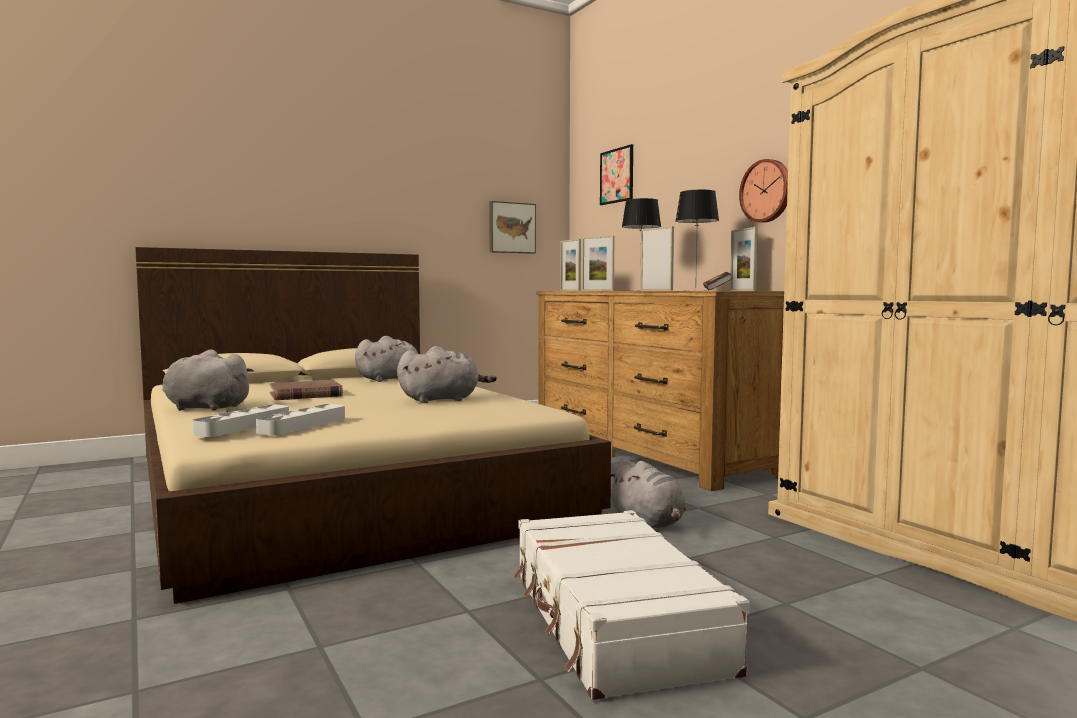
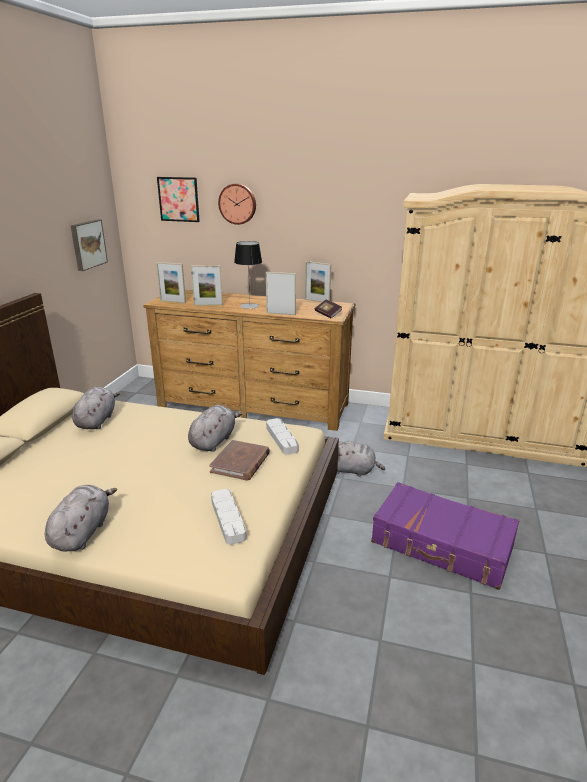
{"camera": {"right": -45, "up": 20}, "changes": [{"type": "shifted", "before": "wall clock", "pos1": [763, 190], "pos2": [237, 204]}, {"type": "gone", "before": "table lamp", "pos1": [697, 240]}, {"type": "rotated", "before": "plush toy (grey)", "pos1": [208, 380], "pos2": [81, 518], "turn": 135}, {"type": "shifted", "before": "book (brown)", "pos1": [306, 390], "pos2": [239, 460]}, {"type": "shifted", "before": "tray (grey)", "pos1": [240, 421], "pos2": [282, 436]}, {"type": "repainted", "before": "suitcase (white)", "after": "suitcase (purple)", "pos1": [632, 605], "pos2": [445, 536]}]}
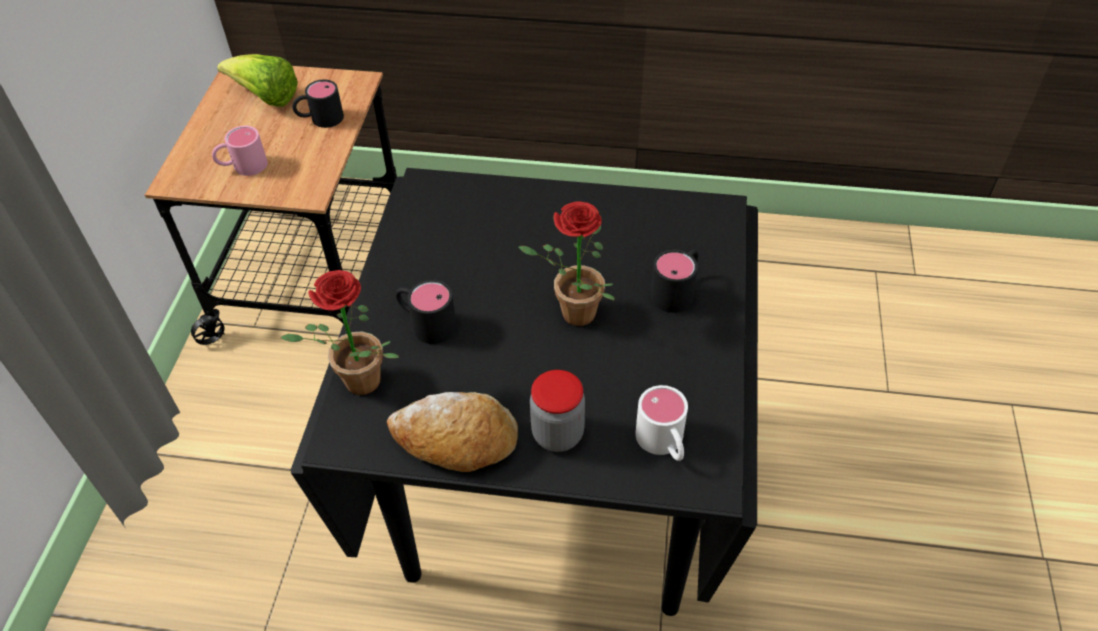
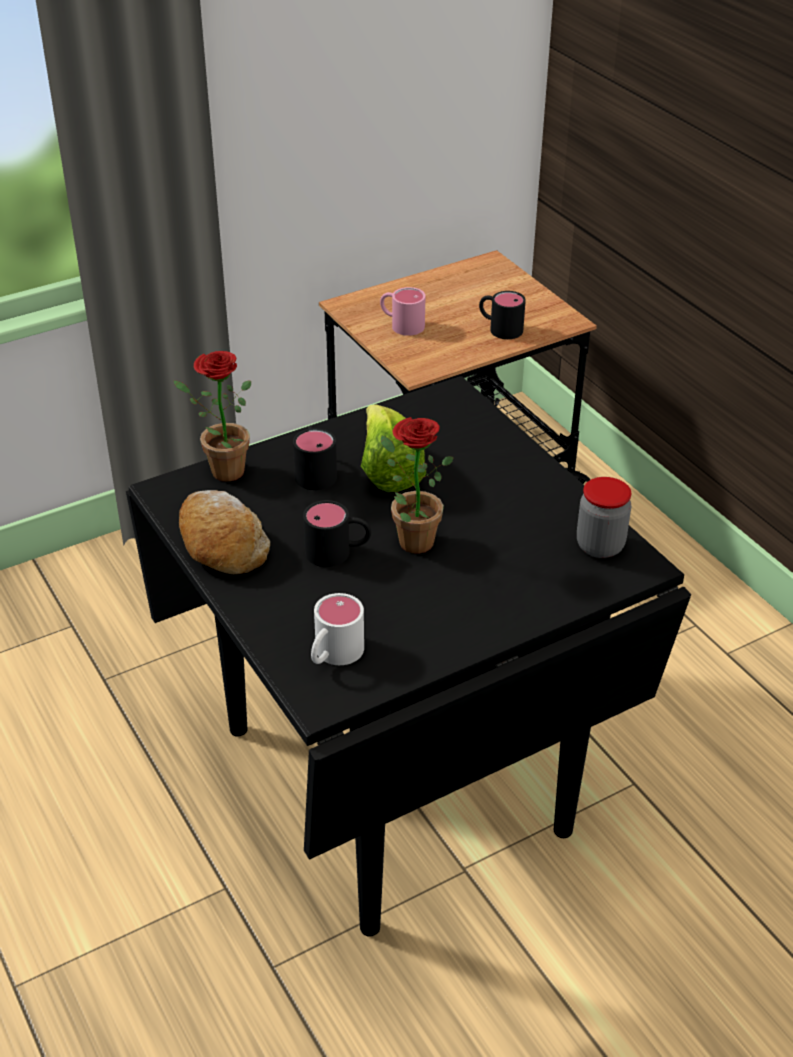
{"camera": {"right": 50, "up": -10}, "changes": [{"type": "shifted", "before": "lettuce", "pos1": [257, 80], "pos2": [393, 448]}, {"type": "shifted", "before": "mug (black)", "pos1": [675, 281], "pos2": [337, 533]}, {"type": "shifted", "before": "jar", "pos1": [557, 411], "pos2": [604, 517]}]}
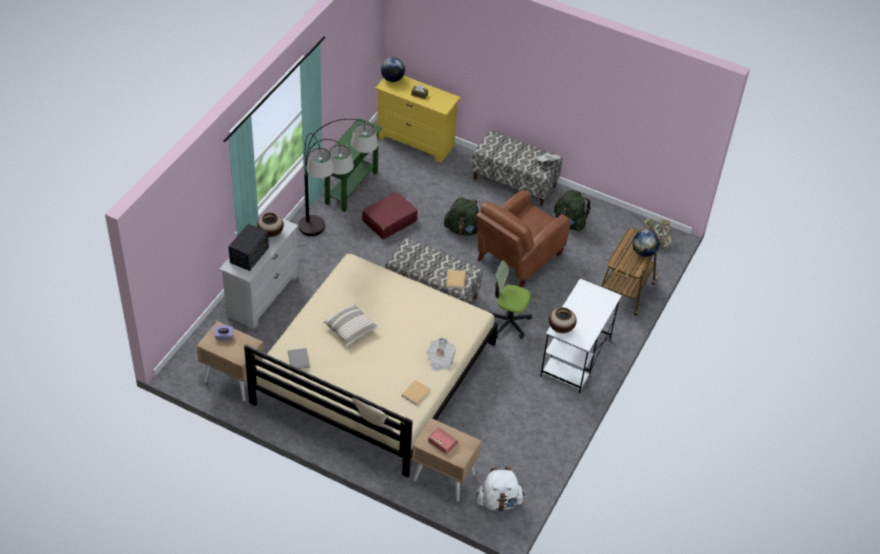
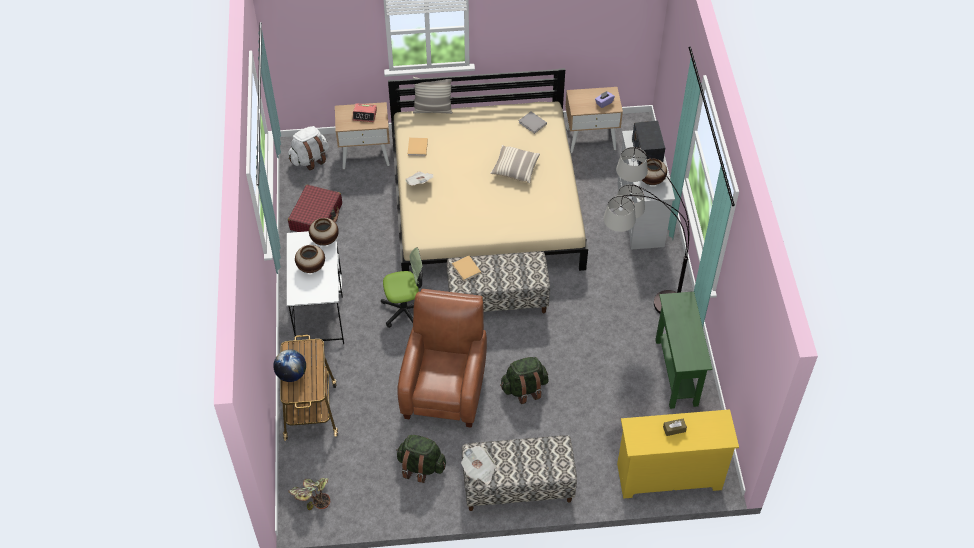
{"camera": {"right": 150, "up": 5}, "changes": [{"type": "gone", "before": "globe", "pos1": [393, 70]}, {"type": "shifted", "before": "suitcase (red)", "pos1": [390, 215], "pos2": [315, 208]}, {"type": "new", "after": "vase", "pos2": [310, 259]}]}
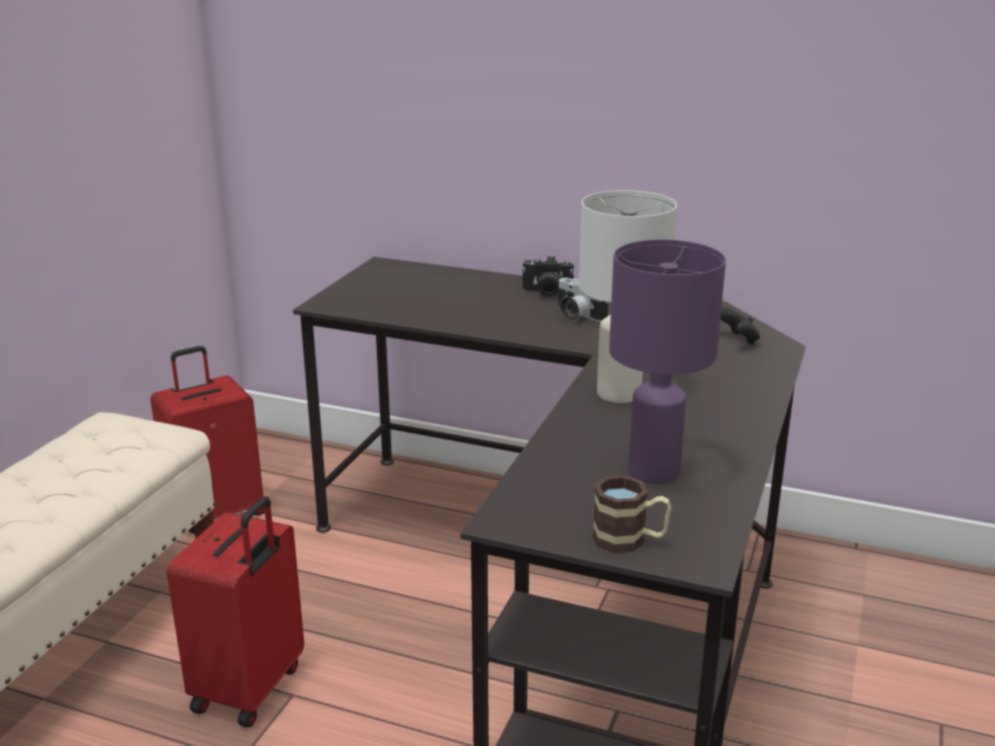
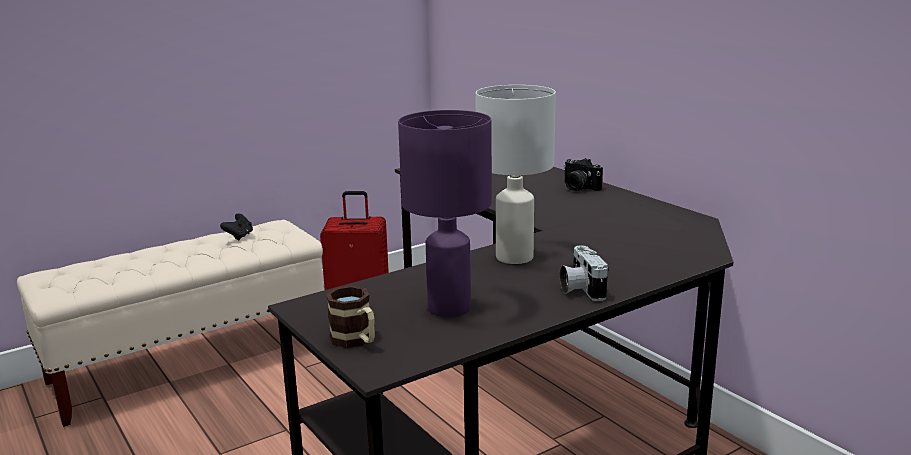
{"camera": {"right": 35, "up": -5}, "changes": [{"type": "shifted", "before": "photo camera", "pos1": [583, 300], "pos2": [584, 273]}, {"type": "shifted", "before": "game controller (black)", "pos1": [740, 326], "pos2": [236, 227]}, {"type": "gone", "before": "suitcase (red)", "pos1": [235, 611]}]}
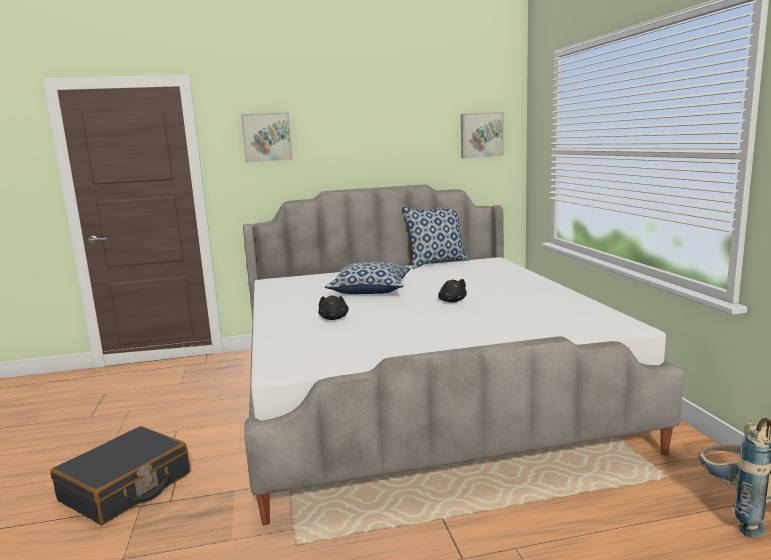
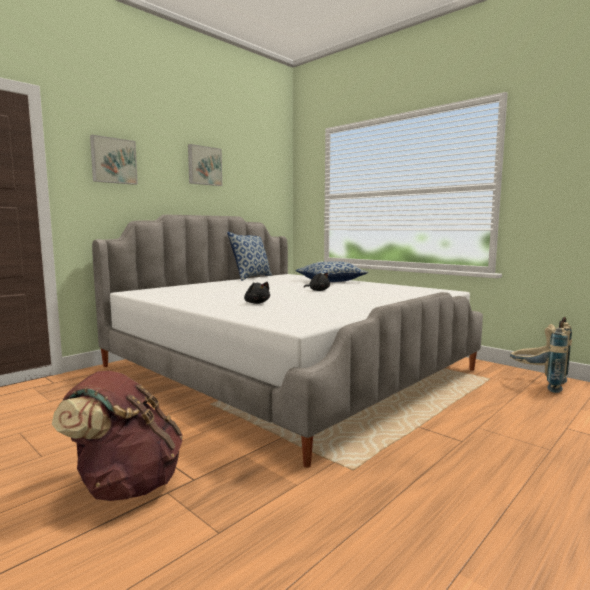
{"camera": {"right": -35, "up": -5}, "changes": [{"type": "shifted", "before": "picture", "pos1": [482, 135], "pos2": [205, 165]}, {"type": "shifted", "before": "pillow", "pos1": [368, 278], "pos2": [331, 271]}, {"type": "swapped", "before": "suitcase (black)", "after": "backpack (brown)", "pos1": [120, 475], "pos2": [117, 436]}]}
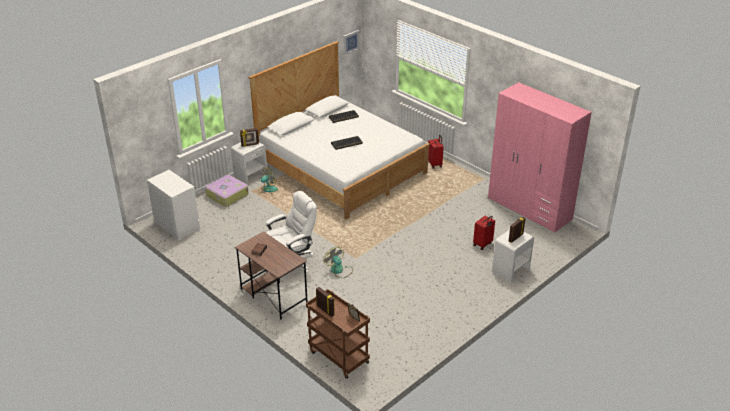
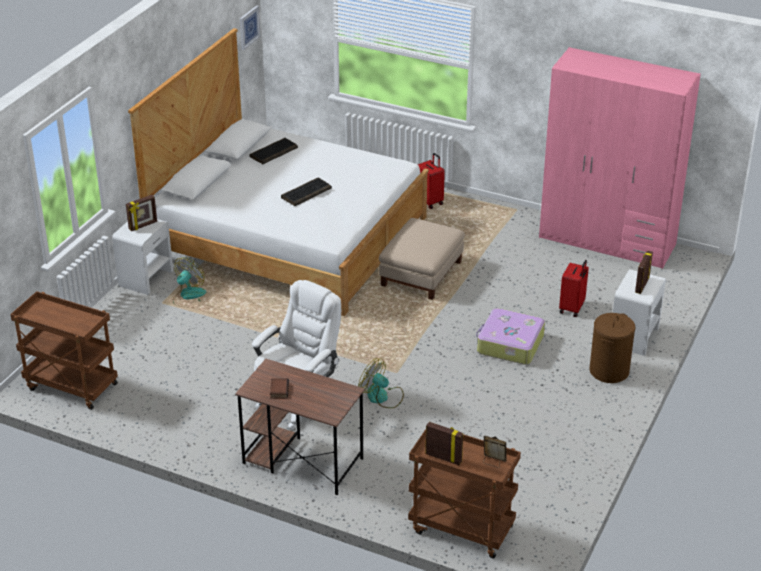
{"camera": {"right": -20, "up": 0}, "changes": [{"type": "swapped", "before": "dresser (white)", "after": "cart (brown)", "pos1": [173, 205], "pos2": [64, 350]}, {"type": "shifted", "before": "suitcase", "pos1": [227, 191], "pos2": [510, 336]}, {"type": "new", "after": "ottoman (beige)", "pos2": [422, 259]}, {"type": "new", "after": "laundry basket (brown)", "pos2": [612, 348]}]}
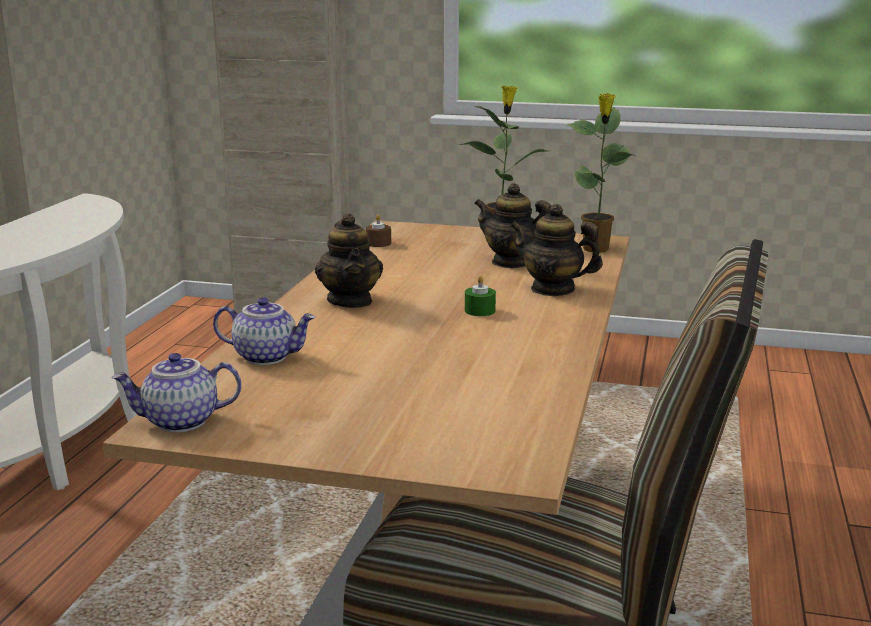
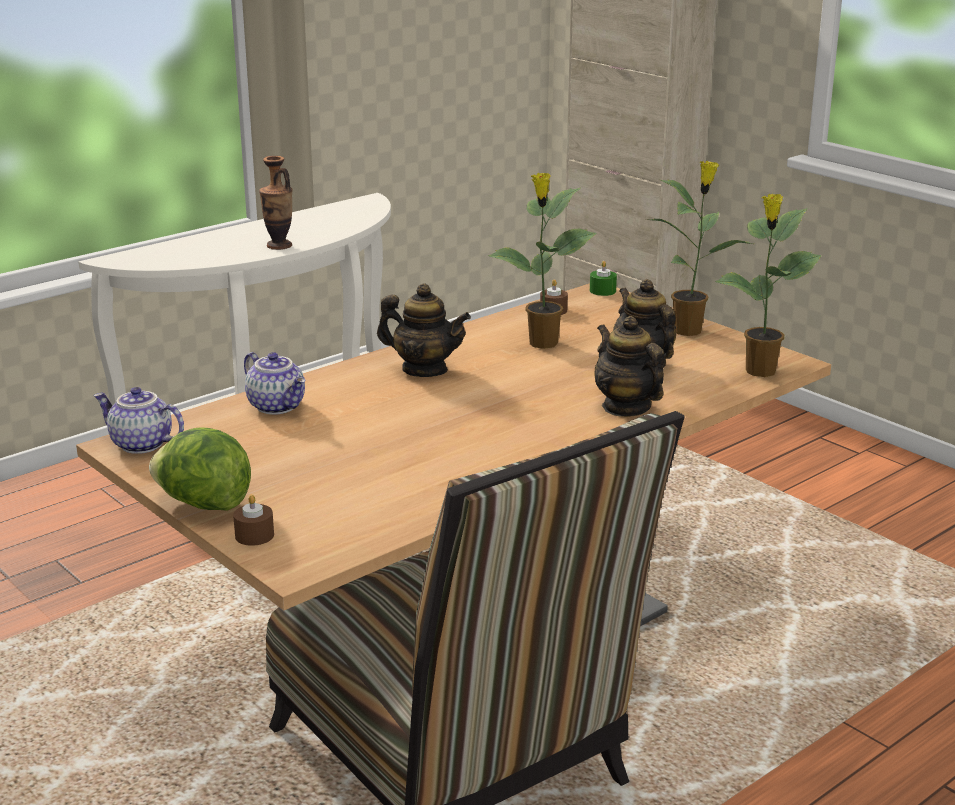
{"camera": {"right": 35, "up": 5}, "changes": [{"type": "rotated", "before": "teapot", "pos1": [349, 260], "pos2": [424, 330], "turn": -90}, {"type": "shifted", "before": "candle (green)", "pos1": [480, 295], "pos2": [603, 278]}, {"type": "new", "after": "vase", "pos2": [276, 203]}, {"type": "new", "after": "potted plant", "pos2": [542, 261]}, {"type": "new", "after": "lettuce", "pos2": [200, 469]}, {"type": "new", "after": "candle (brown)", "pos2": [253, 520]}]}
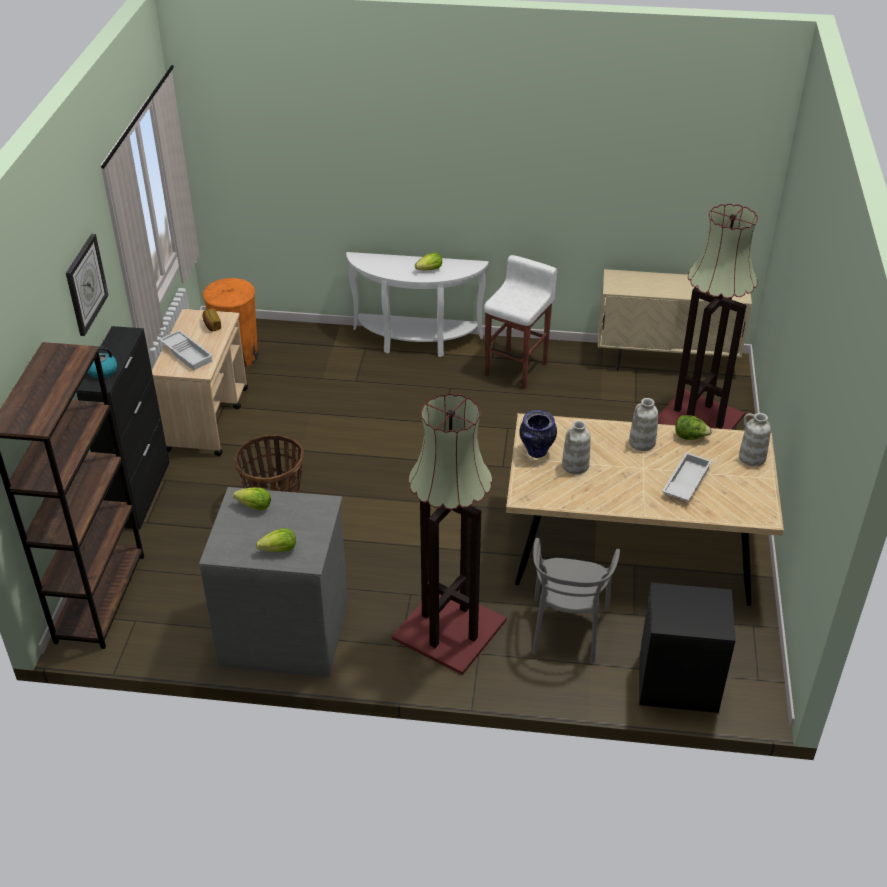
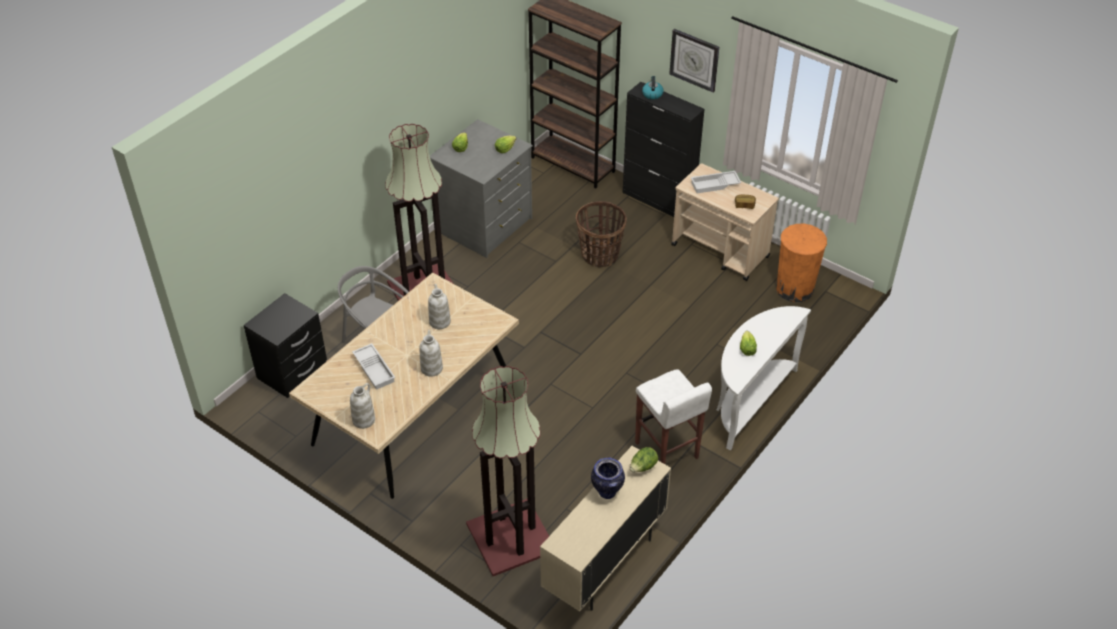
{"camera": {"right": 120, "up": 5}, "changes": [{"type": "shifted", "before": "vase", "pos1": [538, 434], "pos2": [608, 478]}, {"type": "shifted", "before": "lettuce", "pos1": [693, 427], "pos2": [644, 459]}]}
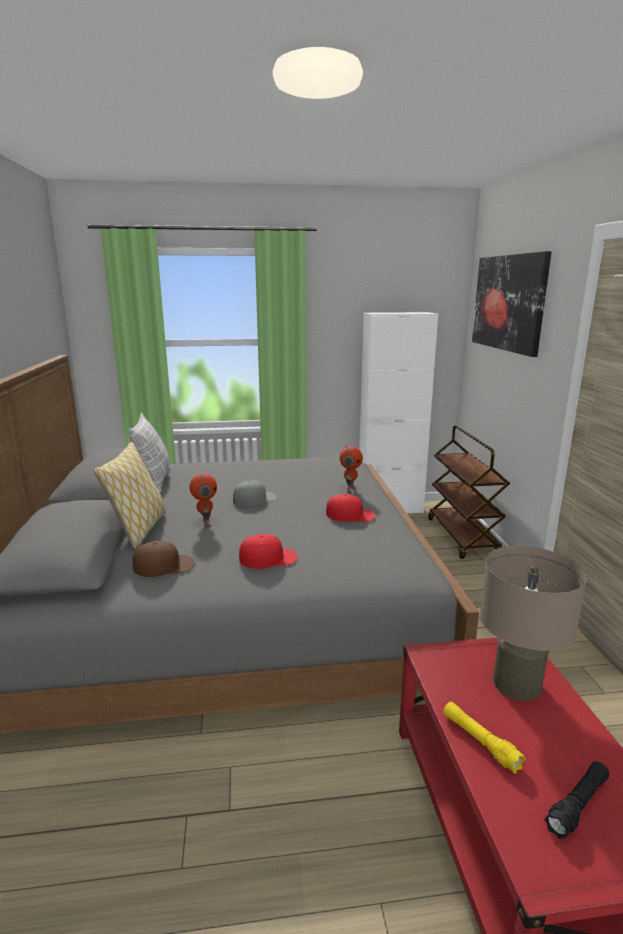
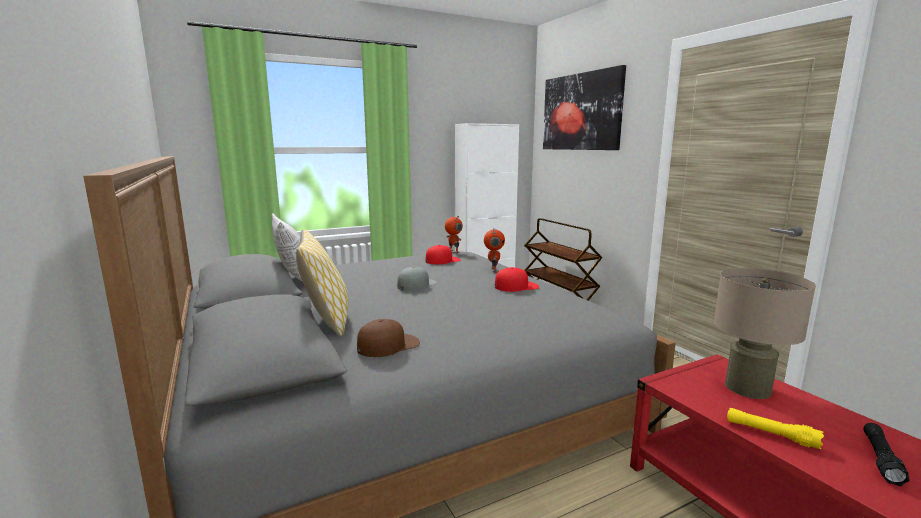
{"camera": {"right": -20, "up": -5}, "changes": [{"type": "shifted", "before": "toy robot", "pos1": [203, 501], "pos2": [454, 234]}, {"type": "shifted", "before": "cap (red)", "pos1": [268, 551], "pos2": [443, 254]}]}
